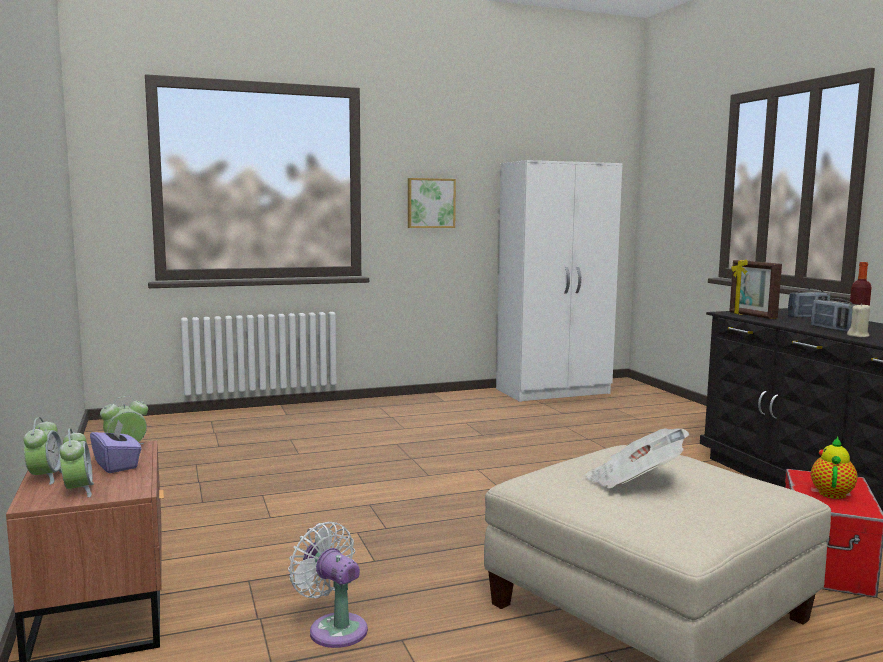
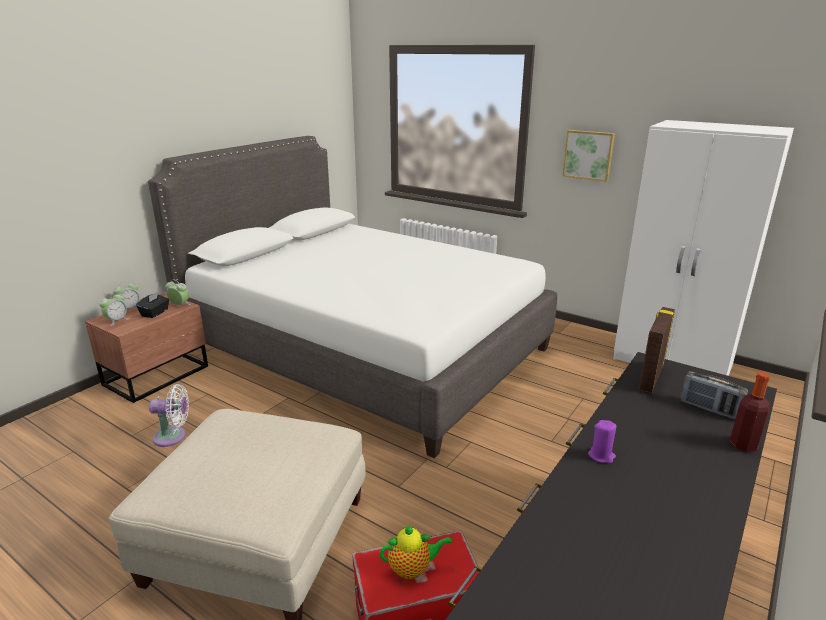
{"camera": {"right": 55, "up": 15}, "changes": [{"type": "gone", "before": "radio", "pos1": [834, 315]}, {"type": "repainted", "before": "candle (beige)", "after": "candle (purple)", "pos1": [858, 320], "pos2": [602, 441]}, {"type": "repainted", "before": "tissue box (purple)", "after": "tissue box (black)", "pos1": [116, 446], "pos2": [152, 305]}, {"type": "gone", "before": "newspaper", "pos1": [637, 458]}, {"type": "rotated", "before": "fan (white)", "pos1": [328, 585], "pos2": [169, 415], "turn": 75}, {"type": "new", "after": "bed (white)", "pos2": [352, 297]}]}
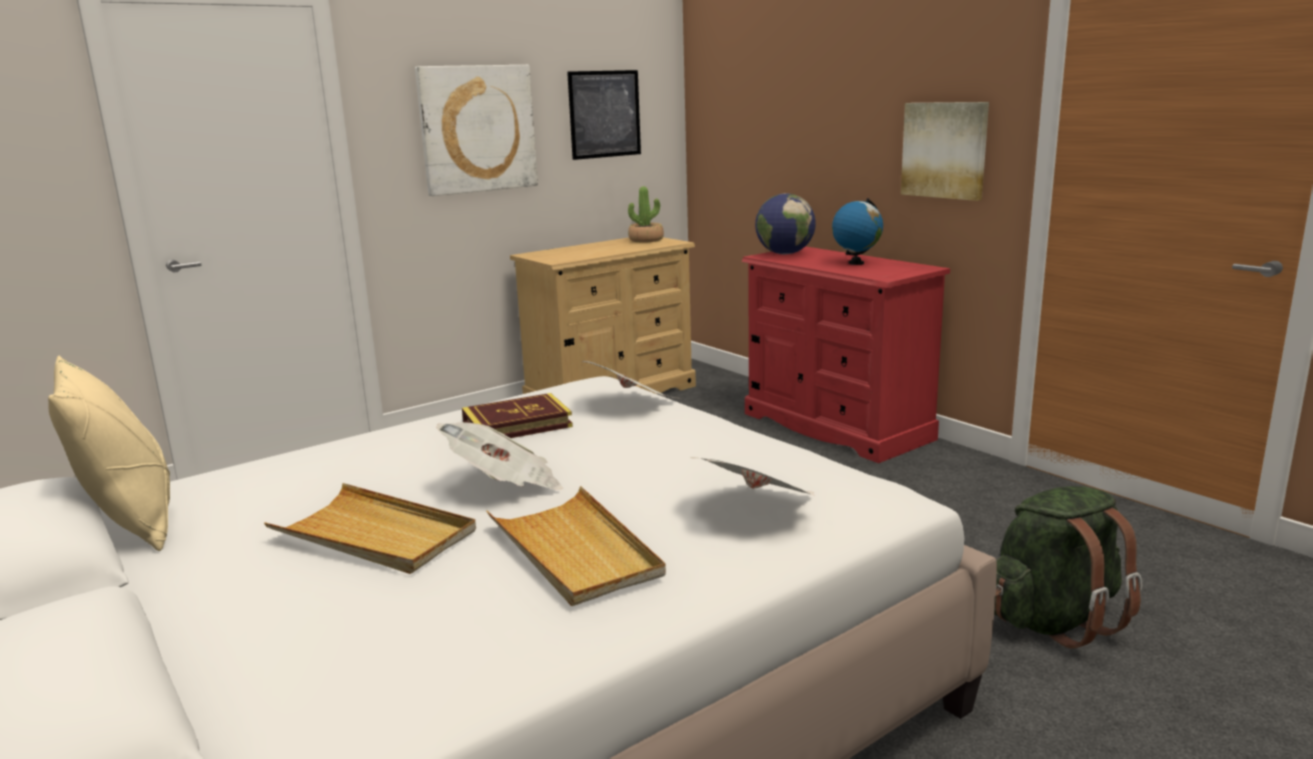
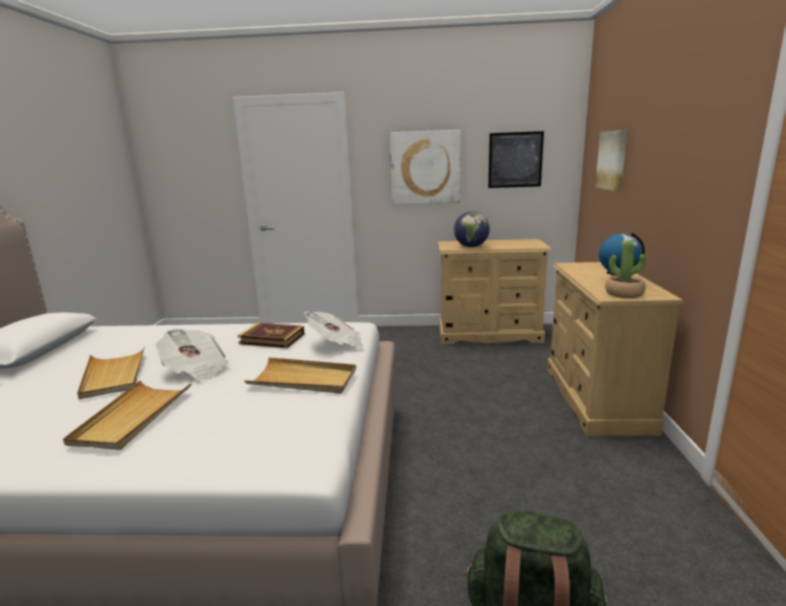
{"camera": {"right": 40, "up": 0}, "changes": [{"type": "shifted", "before": "picture", "pos1": [945, 151], "pos2": [611, 161]}, {"type": "shifted", "before": "potted plant", "pos1": [646, 214], "pos2": [625, 269]}, {"type": "shifted", "before": "globe", "pos1": [785, 224], "pos2": [472, 229]}, {"type": "repainted", "before": "dresser (red)", "after": "dresser (beige)", "pos1": [846, 354], "pos2": [615, 349]}, {"type": "gone", "before": "pillow (beige)", "pos1": [109, 453]}, {"type": "gone", "before": "newspaper", "pos1": [752, 476]}, {"type": "new", "after": "tray (beige)", "pos2": [300, 375]}]}
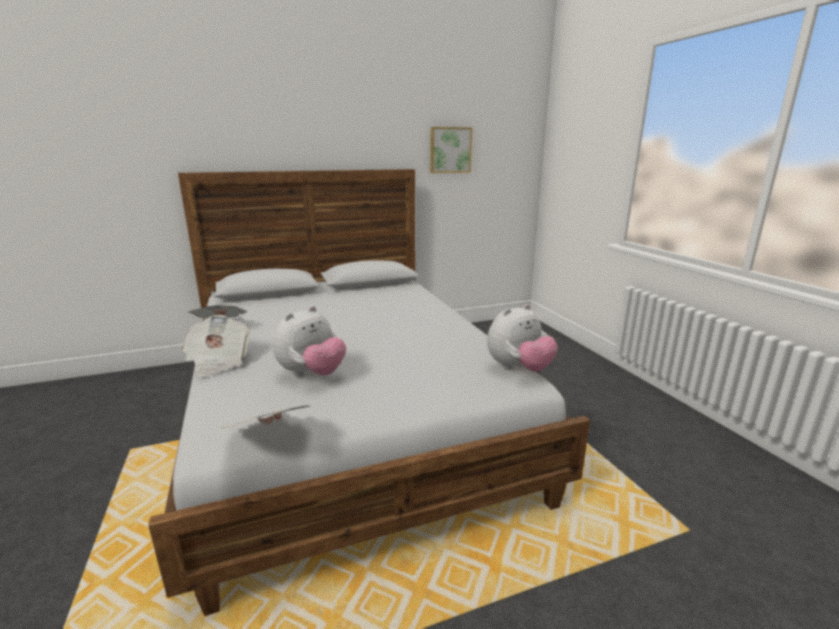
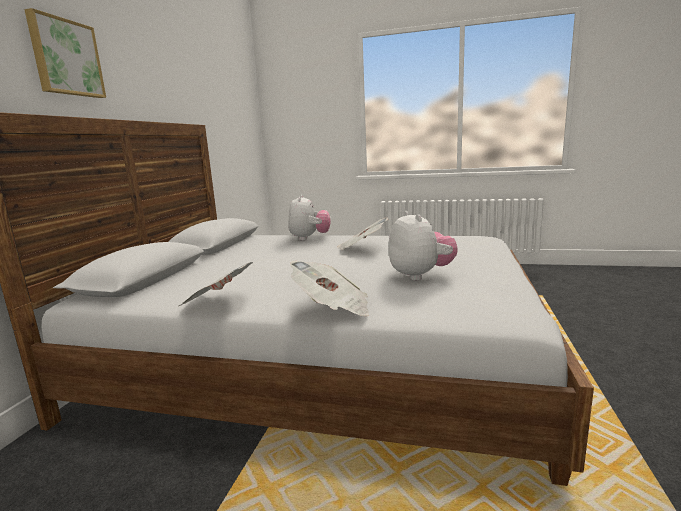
{"camera": {"right": -55, "up": -5}, "changes": [{"type": "shifted", "before": "picture", "pos1": [451, 150], "pos2": [65, 53]}, {"type": "shifted", "before": "plush toy", "pos1": [522, 338], "pos2": [309, 218]}, {"type": "shifted", "before": "newspaper", "pos1": [265, 417], "pos2": [362, 233]}]}
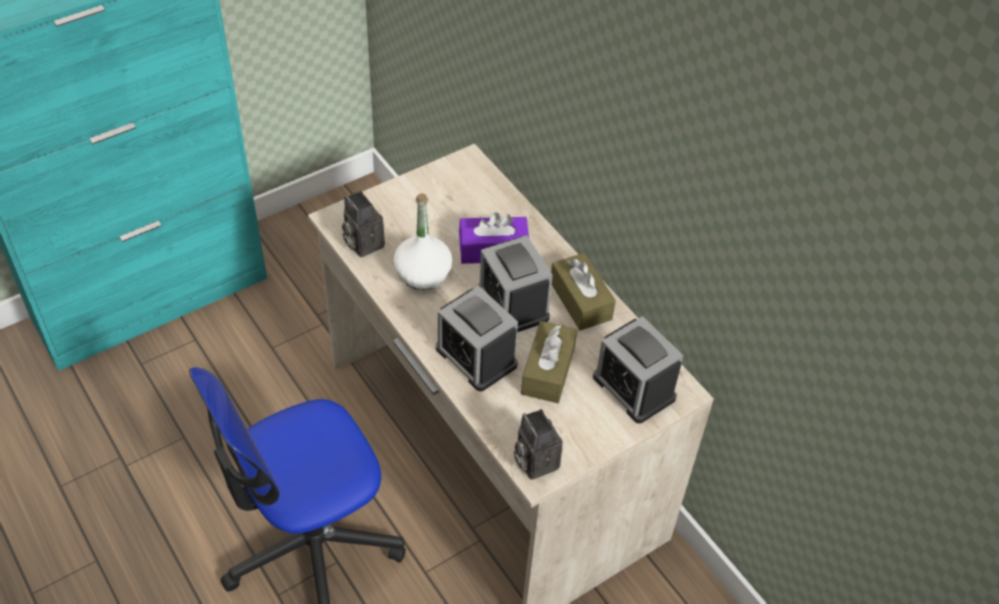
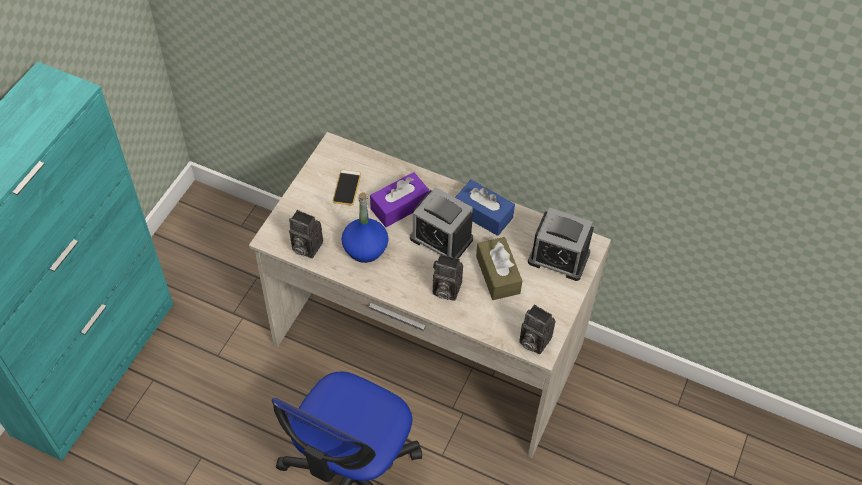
{"camera": {"right": -30, "up": 5}, "changes": [{"type": "repainted", "before": "bottle (white)", "after": "bottle (blue)", "pos1": [423, 241], "pos2": [365, 227]}, {"type": "repainted", "before": "tissue box (brown)", "after": "tissue box (blue)", "pos1": [583, 292], "pos2": [485, 208]}, {"type": "swapped", "before": "alarm clock", "after": "photo camera", "pos1": [477, 338], "pos2": [448, 277]}, {"type": "new", "after": "phone", "pos2": [347, 187]}]}
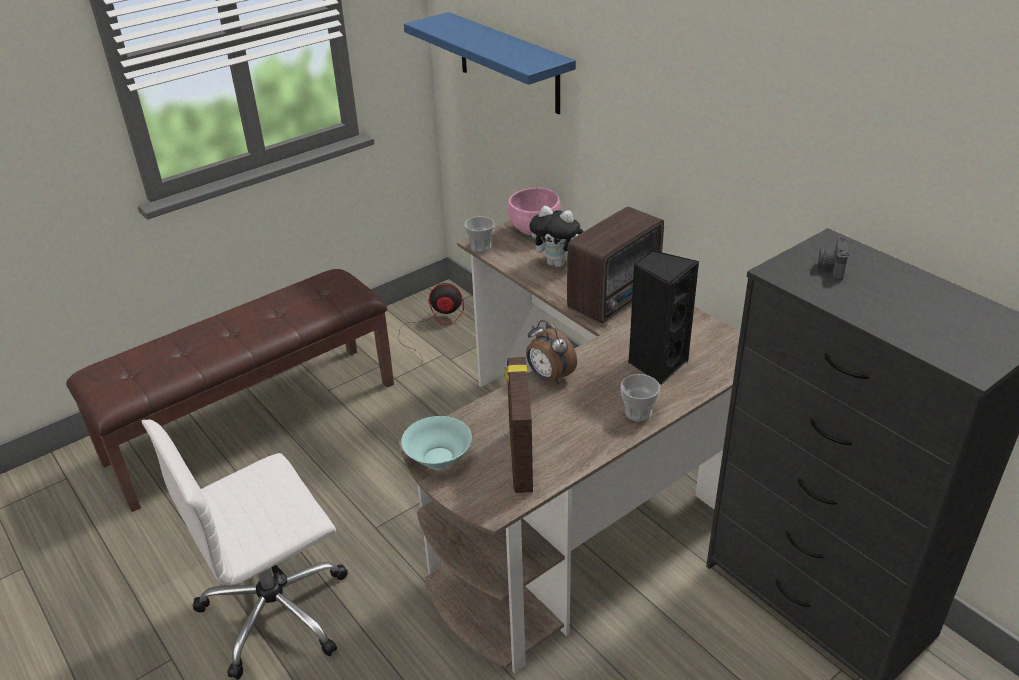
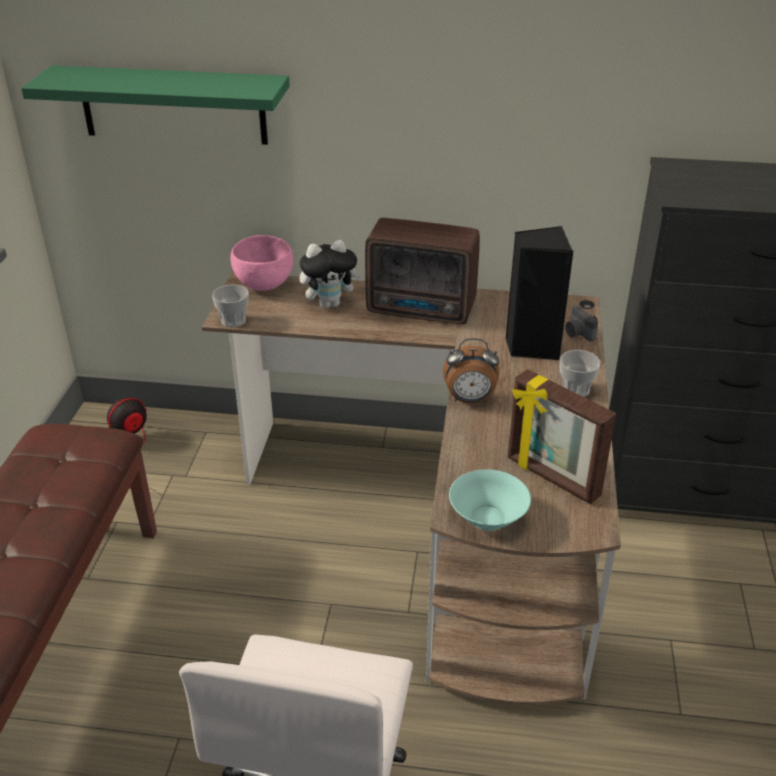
{"camera": {"right": -45, "up": 0}, "changes": [{"type": "repainted", "before": "shelf (blue)", "after": "shelf (green)", "pos1": [490, 63], "pos2": [155, 105]}, {"type": "rotated", "before": "radio", "pos1": [615, 264], "pos2": [422, 271], "turn": 105}, {"type": "shifted", "before": "photo camera", "pos1": [834, 258], "pos2": [581, 323]}]}
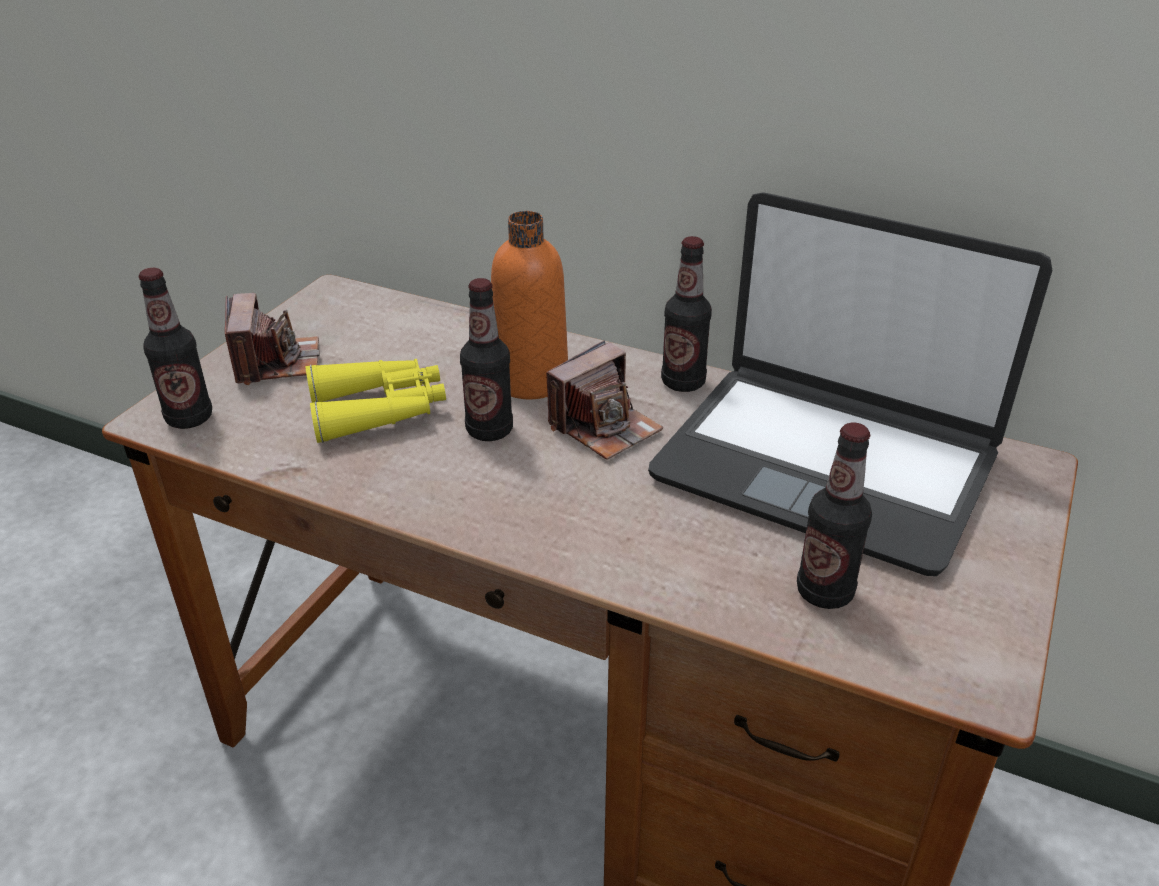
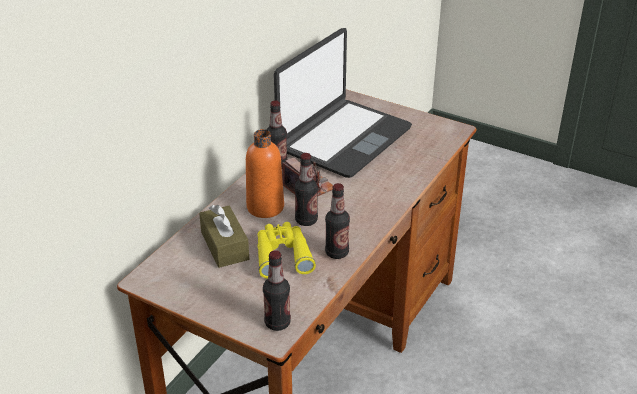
{"camera": {"right": -85, "up": 0}, "changes": [{"type": "gone", "before": "photo camera", "pos1": [272, 339]}, {"type": "shifted", "before": "bottle", "pos1": [834, 516], "pos2": [337, 221]}, {"type": "new", "after": "tissue box (brown)", "pos2": [224, 236]}]}
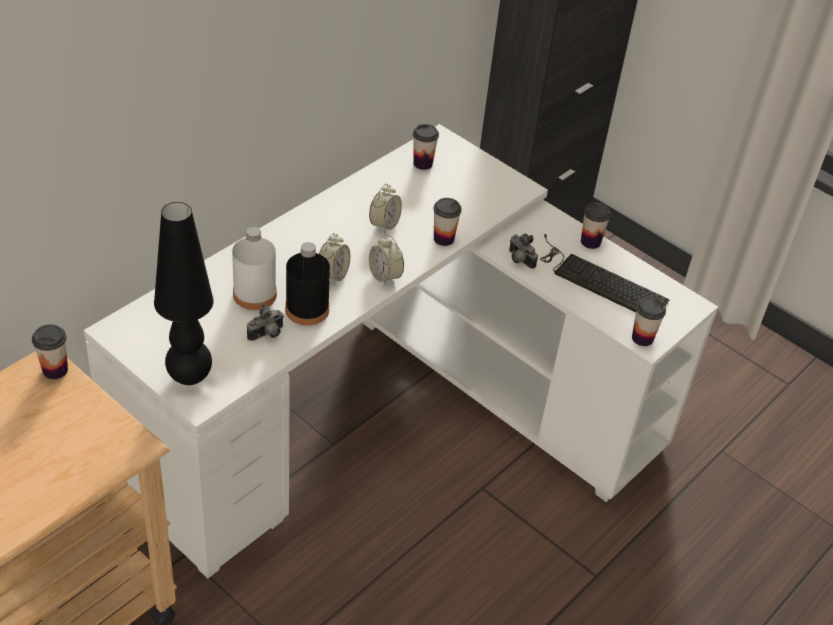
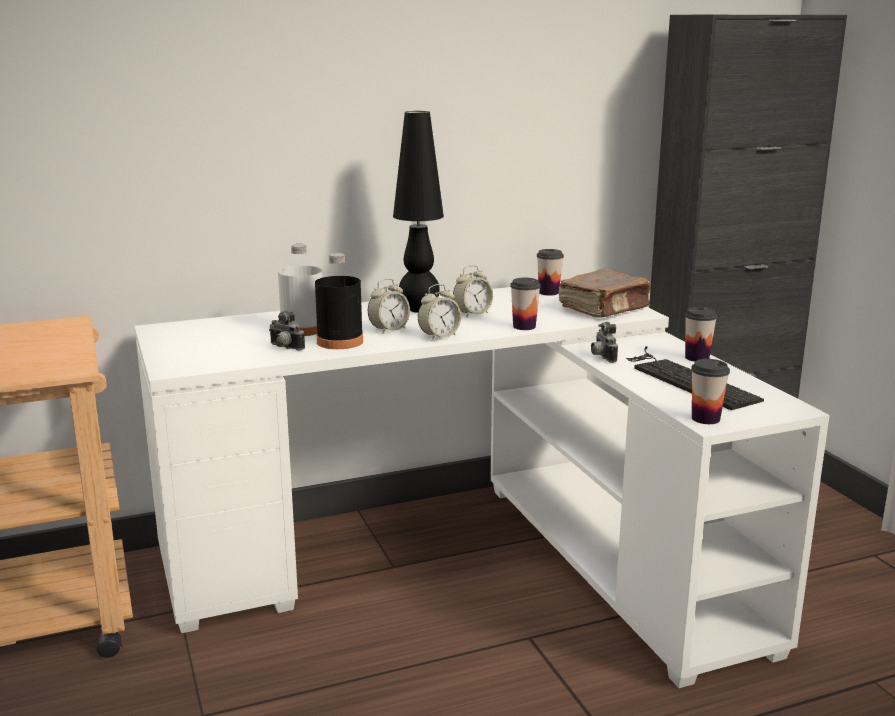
{"camera": {"right": 30, "up": -25}, "changes": [{"type": "shifted", "before": "table lamp (black)", "pos1": [184, 293], "pos2": [418, 212]}, {"type": "rotated", "before": "alarm clock", "pos1": [386, 260], "pos2": [439, 312], "turn": -120}, {"type": "rotated", "before": "photo camera", "pos1": [265, 322], "pos2": [287, 330], "turn": 45}, {"type": "gone", "before": "cup", "pos1": [50, 351]}, {"type": "new", "after": "book (brown)", "pos2": [604, 293]}]}
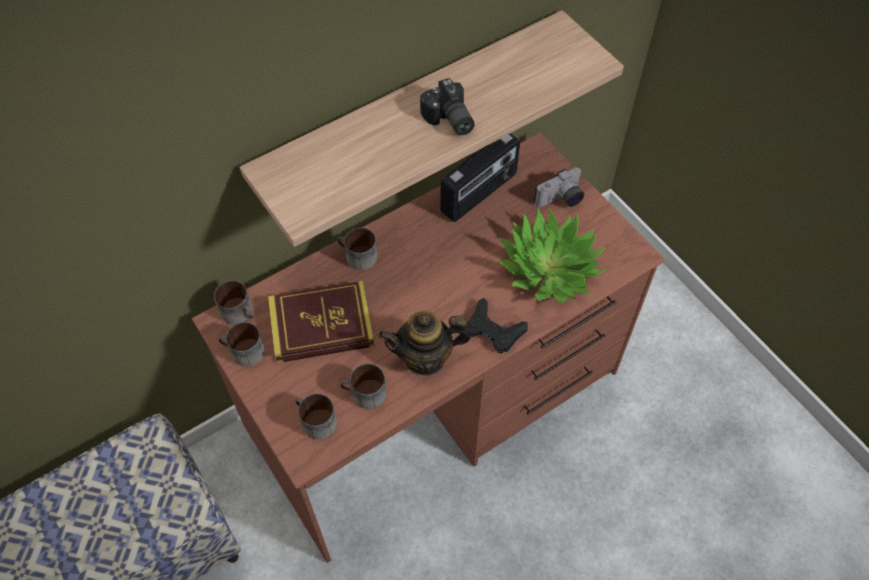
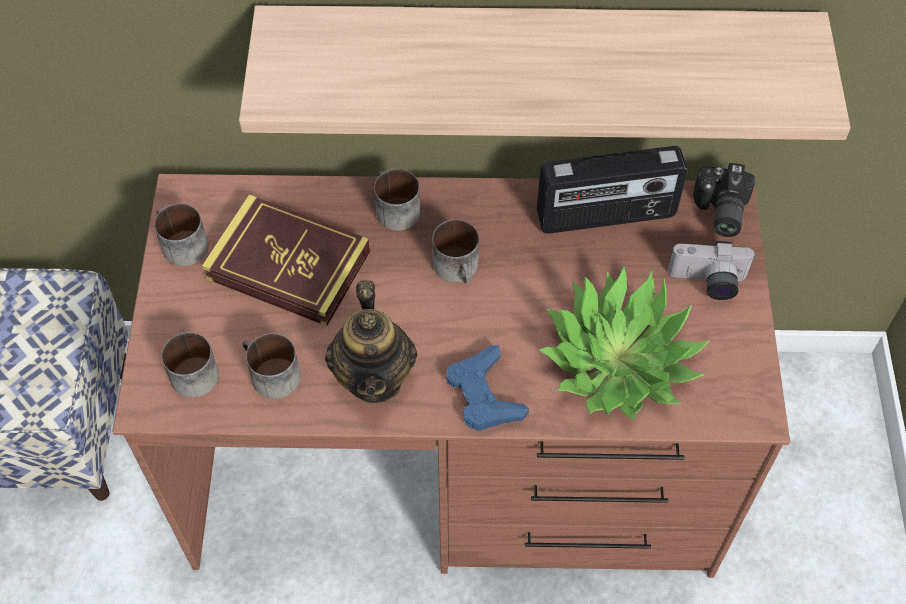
{"camera": {"right": 35, "up": 0}, "changes": [{"type": "shifted", "before": "photo camera", "pos1": [447, 106], "pos2": [724, 200]}, {"type": "shifted", "before": "mug", "pos1": [234, 302], "pos2": [455, 251]}, {"type": "repainted", "before": "game controller (black)", "after": "game controller (blue)", "pos1": [497, 325], "pos2": [487, 388]}, {"type": "rotated", "before": "teapot", "pos1": [425, 343], "pos2": [371, 341], "turn": -120}]}
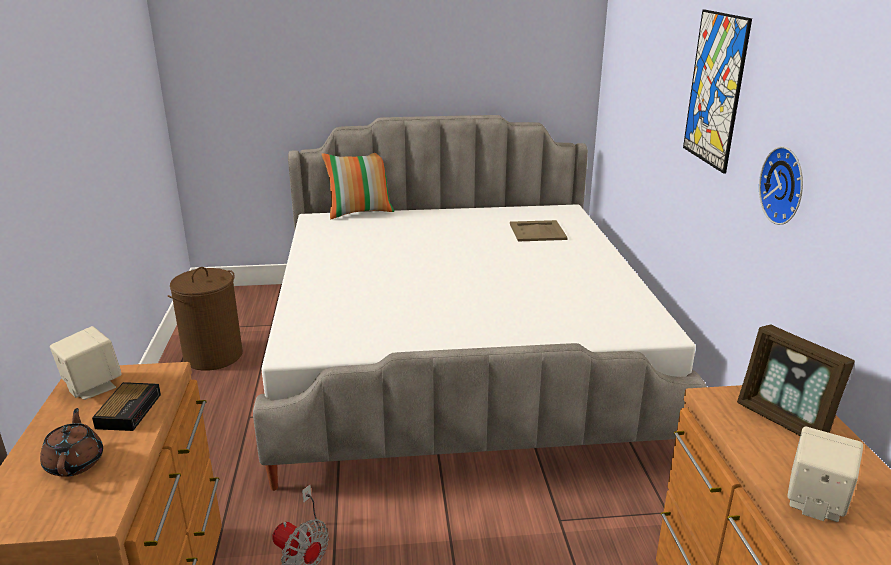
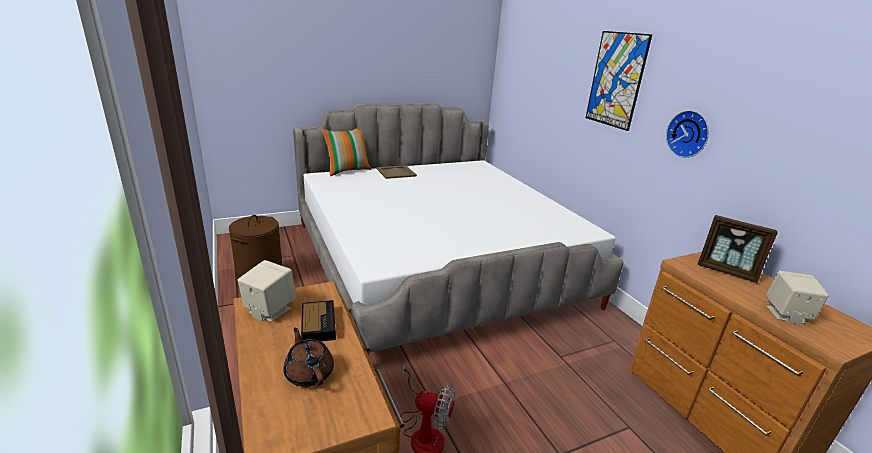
{"camera": {"right": -20, "up": 0}, "changes": [{"type": "shifted", "before": "tray (beige)", "pos1": [539, 230], "pos2": [397, 172]}]}
